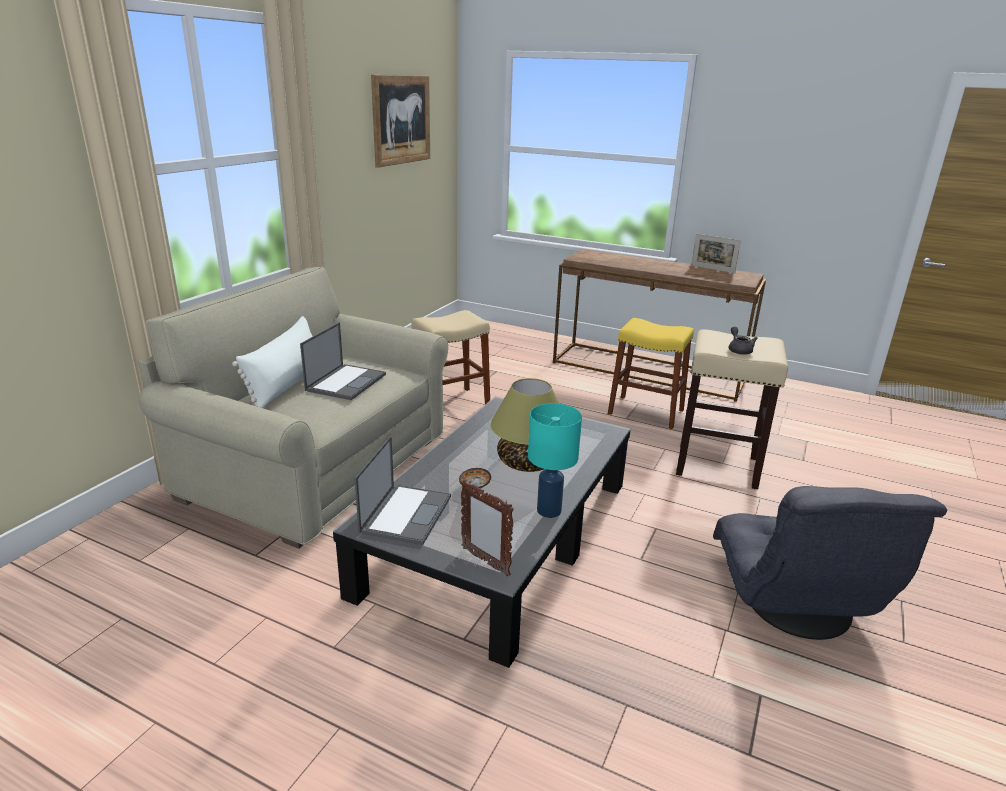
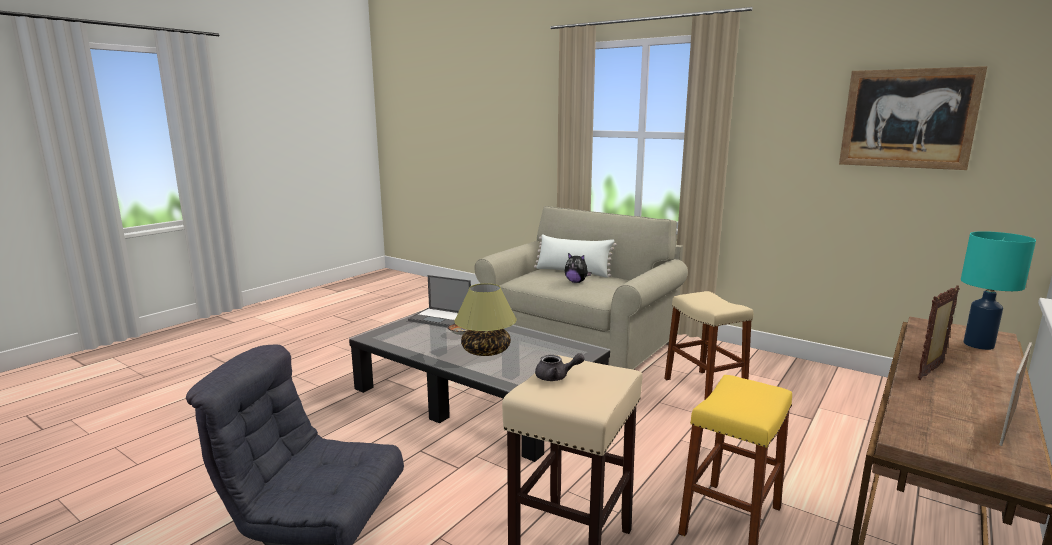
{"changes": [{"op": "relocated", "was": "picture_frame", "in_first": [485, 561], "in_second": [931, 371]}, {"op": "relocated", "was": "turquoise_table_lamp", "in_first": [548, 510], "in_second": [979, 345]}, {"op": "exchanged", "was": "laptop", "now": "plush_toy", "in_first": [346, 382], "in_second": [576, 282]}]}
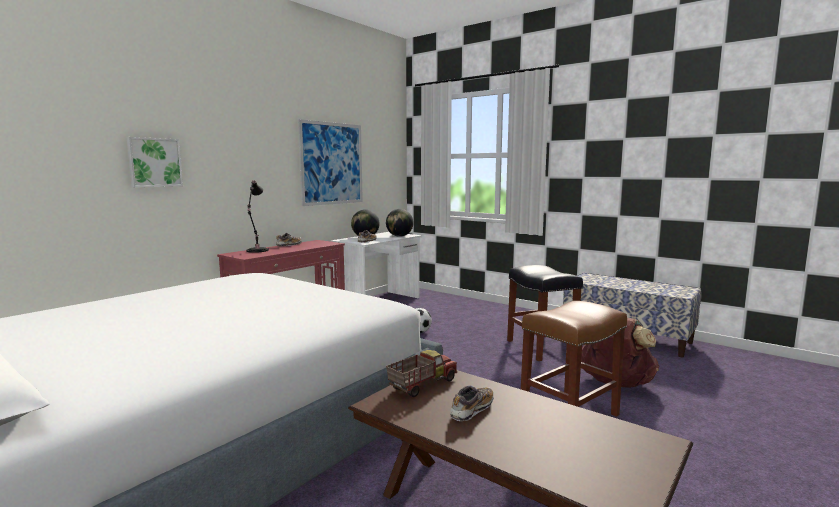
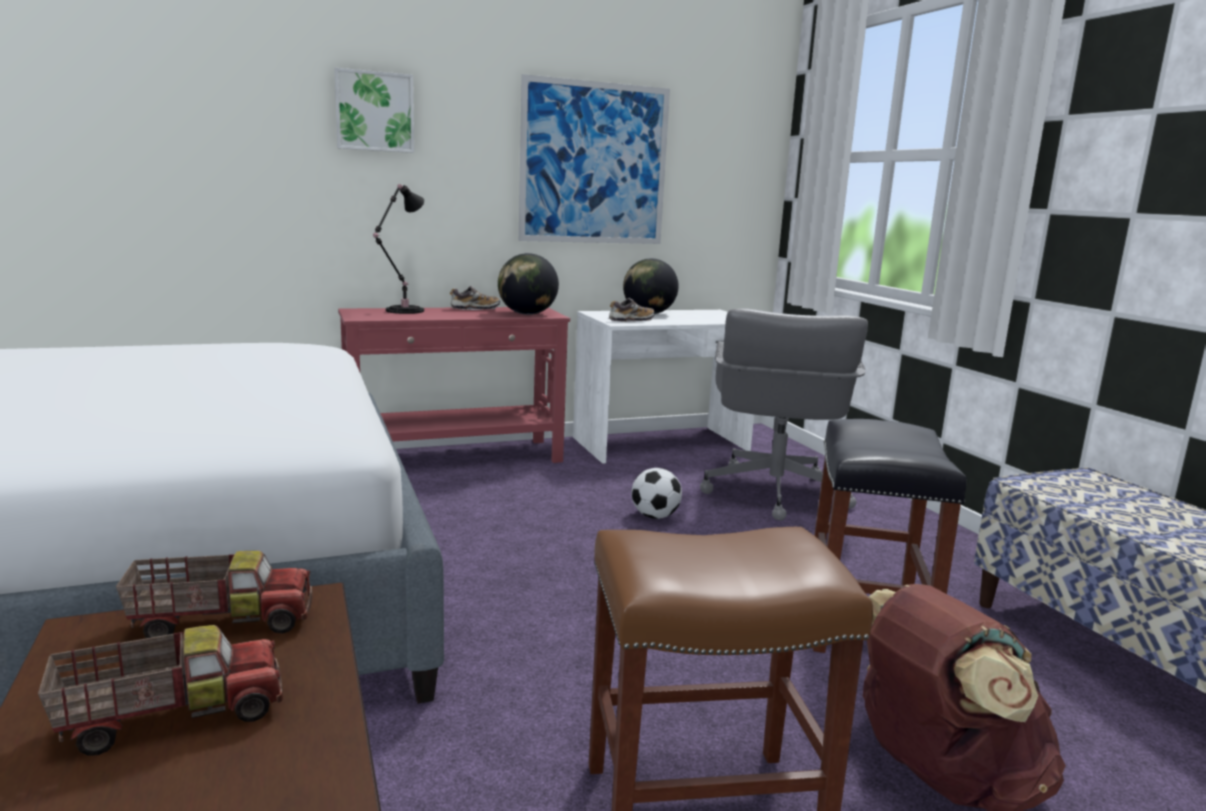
{"changes": [{"op": "appeared", "now": "grey_office_chair", "in_second": [773, 494]}, {"op": "relocated", "was": "picture", "in_first": [154, 162], "in_second": [374, 111]}, {"op": "relocated", "was": "globe", "in_first": [399, 236], "in_second": [527, 314]}, {"op": "exchanged", "was": "shoe", "now": "toy_truck", "in_first": [472, 410], "in_second": [172, 716]}]}
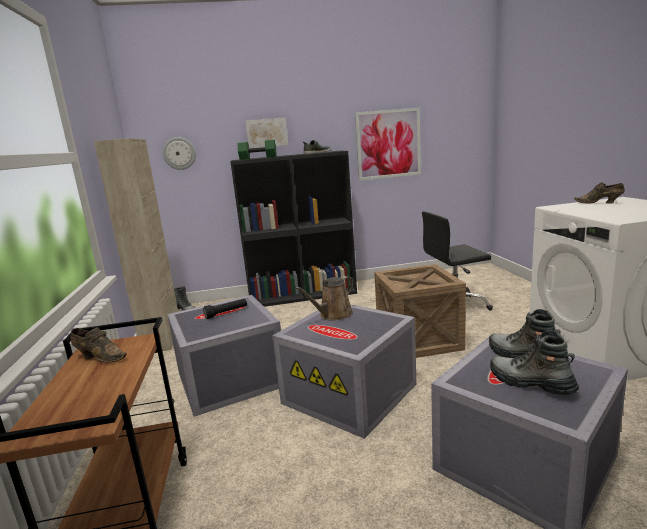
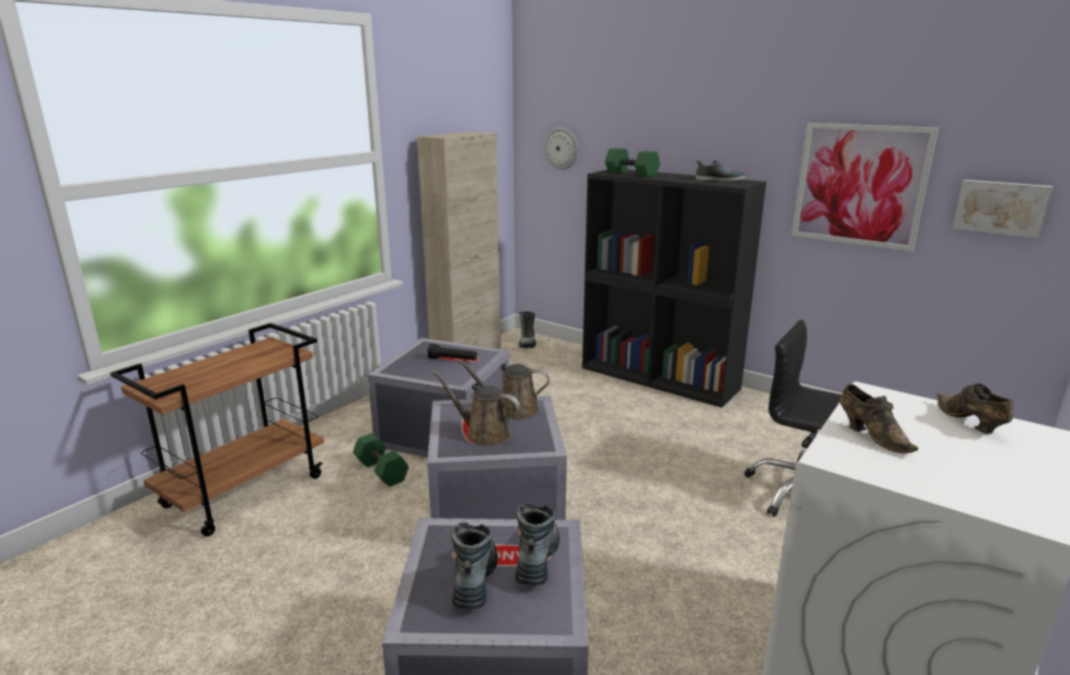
{"changes": [{"op": "missing", "was": "crate", "in_first": [418, 340]}, {"op": "appeared", "now": "green_dumbbell", "in_second": [380, 471]}, {"op": "appeared", "now": "brown_watering_can", "in_second": [484, 433]}, {"op": "relocated", "was": "brown_shoe", "in_first": [100, 357], "in_second": [871, 435]}, {"op": "relocated", "was": "picture", "in_first": [266, 133], "in_second": [1000, 207]}]}
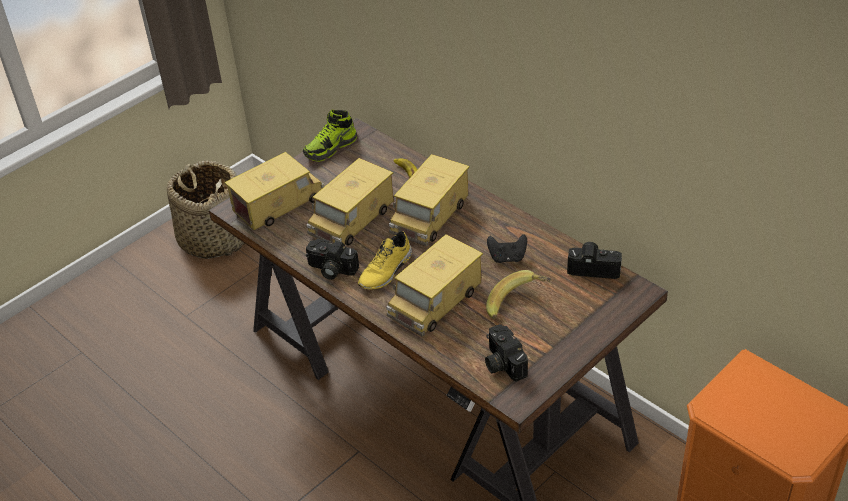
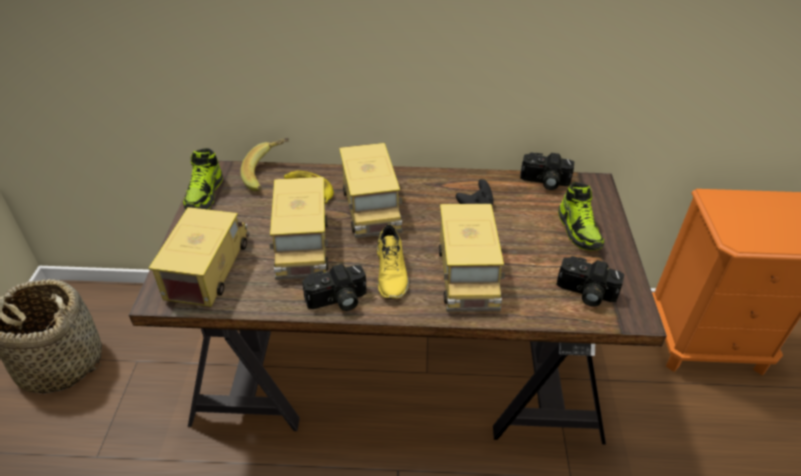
{"changes": [{"op": "appeared", "now": "shoe", "in_second": [579, 230]}, {"op": "relocated", "was": "banana", "in_first": [518, 305], "in_second": [268, 175]}, {"op": "spun", "was": "photo_camera", "in_first": [594, 267], "in_second": [544, 182], "clockwise": -135}]}
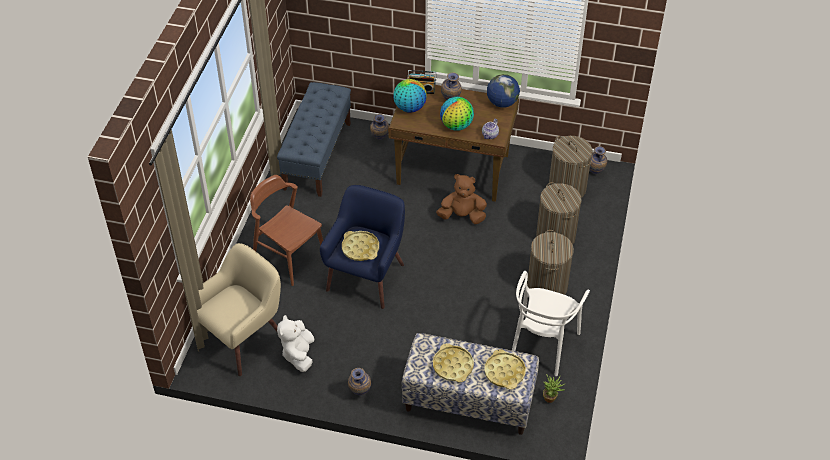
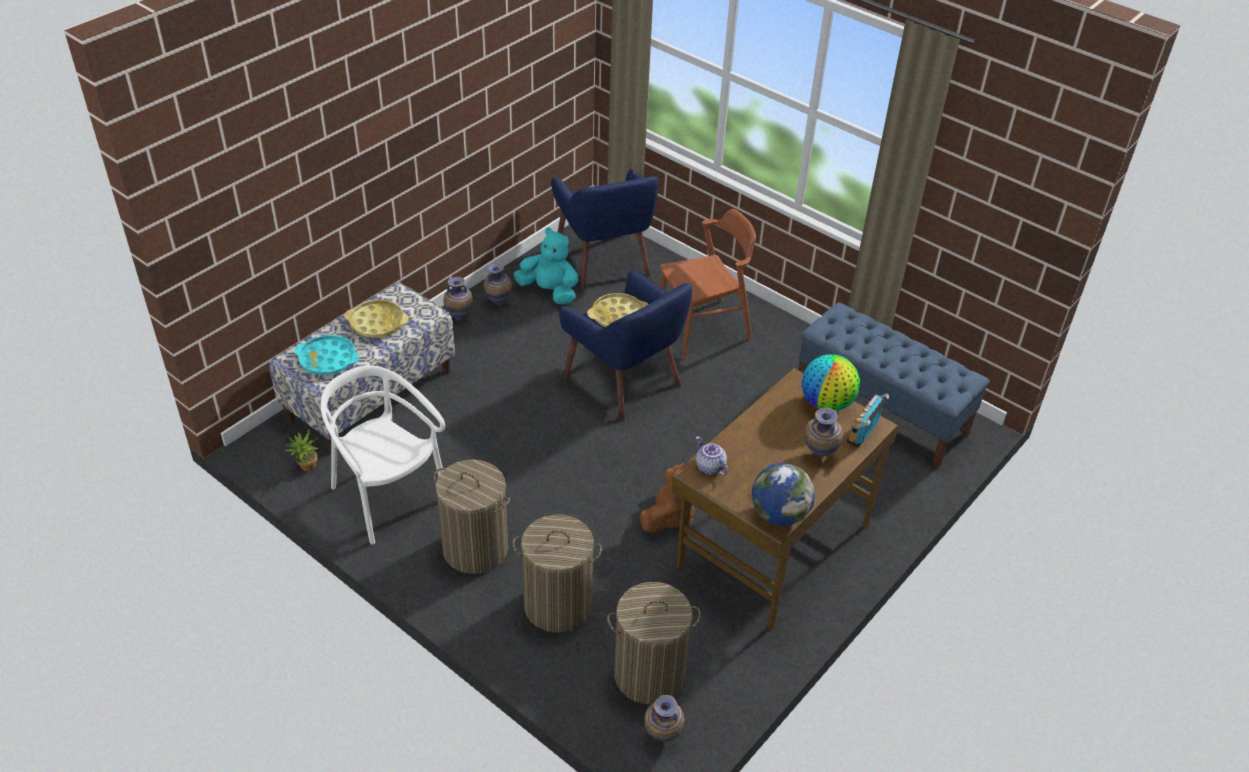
{"changes": [{"op": "missing", "was": "globe", "in_first": [456, 126]}, {"op": "relocated", "was": "vase", "in_first": [379, 139], "in_second": [498, 303]}, {"op": "colour", "was": "beige_armchair", "now": "blue_armchair", "in_first": [243, 338], "in_second": [604, 261]}, {"op": "colour", "was": "white_plush_toy", "now": "turquoise_plush_toy", "in_first": [298, 354], "in_second": [549, 291]}, {"op": "colour", "was": "yellow_tray", "now": "turquoise_tray", "in_first": [504, 372], "in_second": [328, 359]}]}
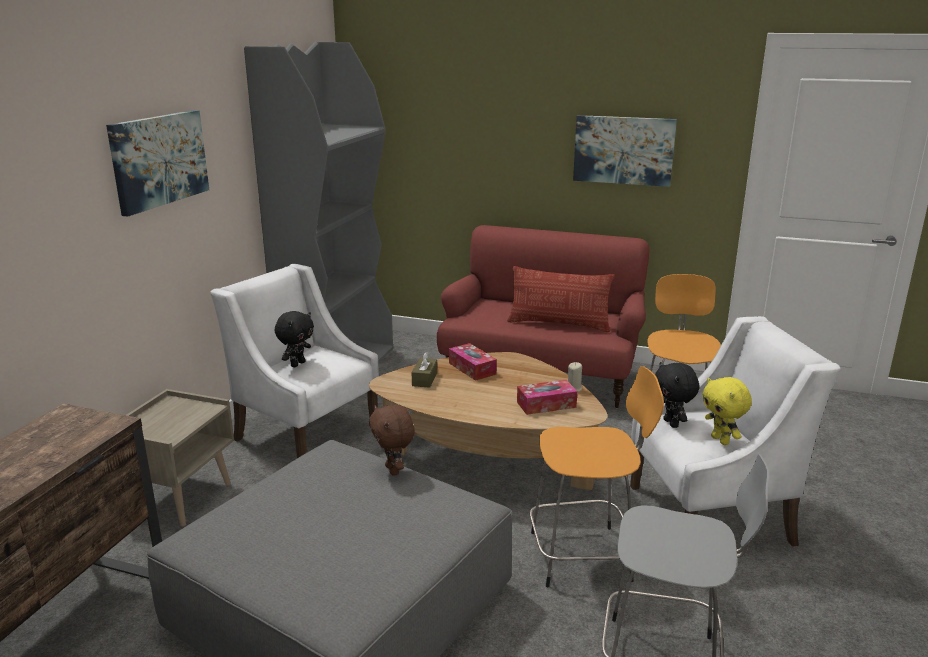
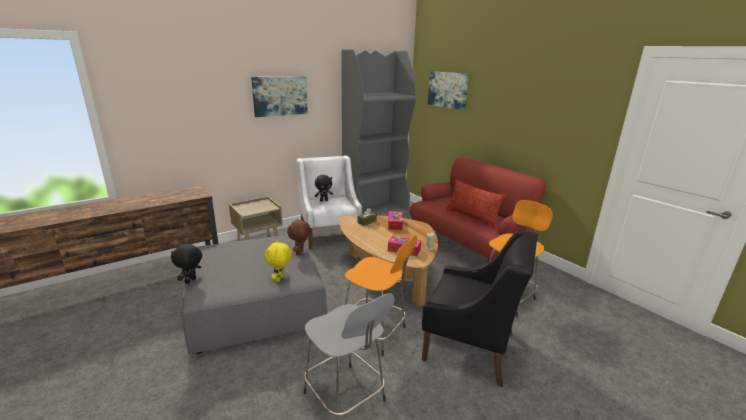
{"changes": [{"op": "relocated", "was": "picture", "in_first": [623, 150], "in_second": [448, 90]}, {"op": "relocated", "was": "black_plush_toy", "in_first": [672, 423], "in_second": [191, 281]}, {"op": "relocated", "was": "yellow_plush_toy", "in_first": [721, 440], "in_second": [280, 279]}, {"op": "colour", "was": "white_armchair", "now": "black_armchair", "in_first": [712, 514], "in_second": [470, 346]}]}
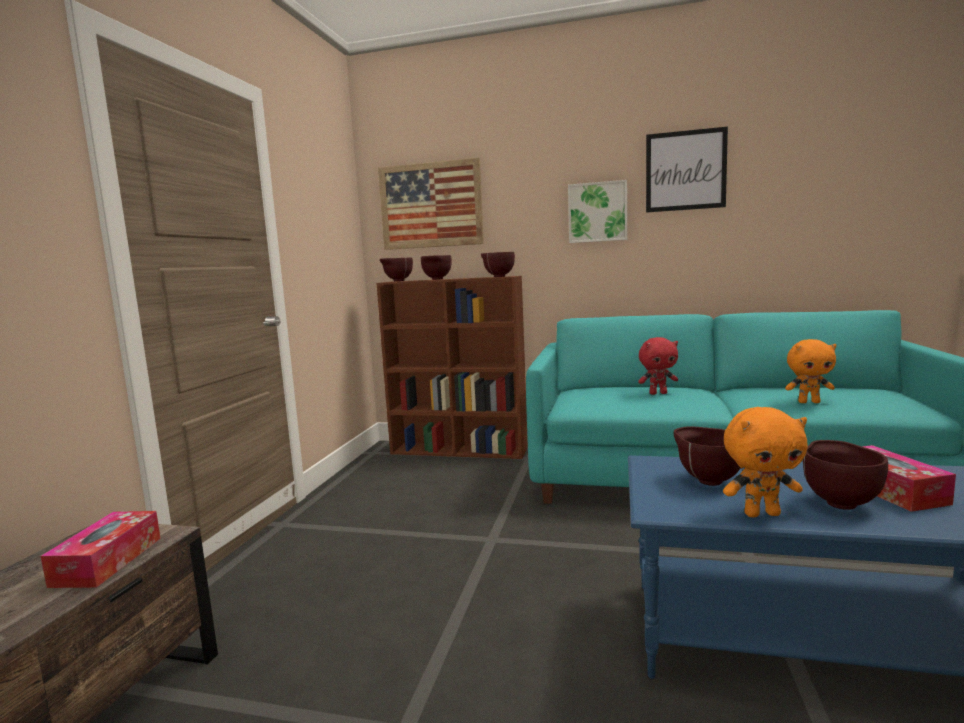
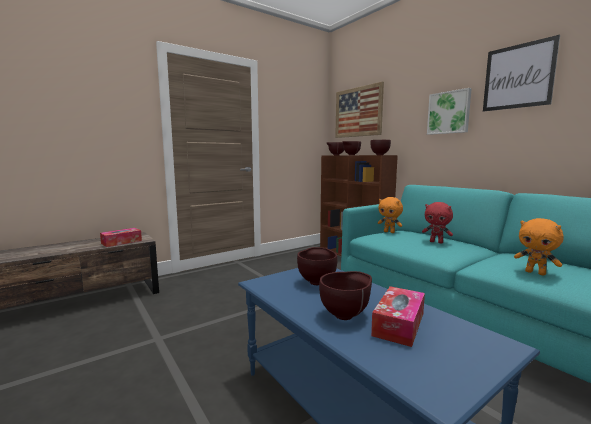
{"changes": [{"op": "relocated", "was": "orange_plush_toy", "in_first": [761, 514], "in_second": [389, 232]}]}
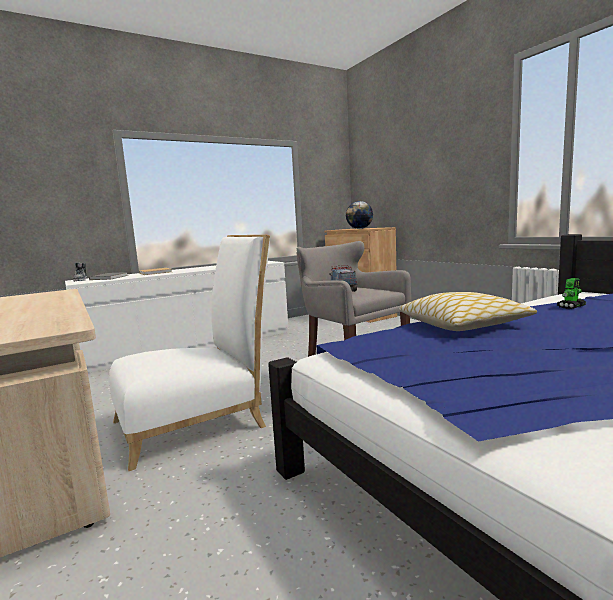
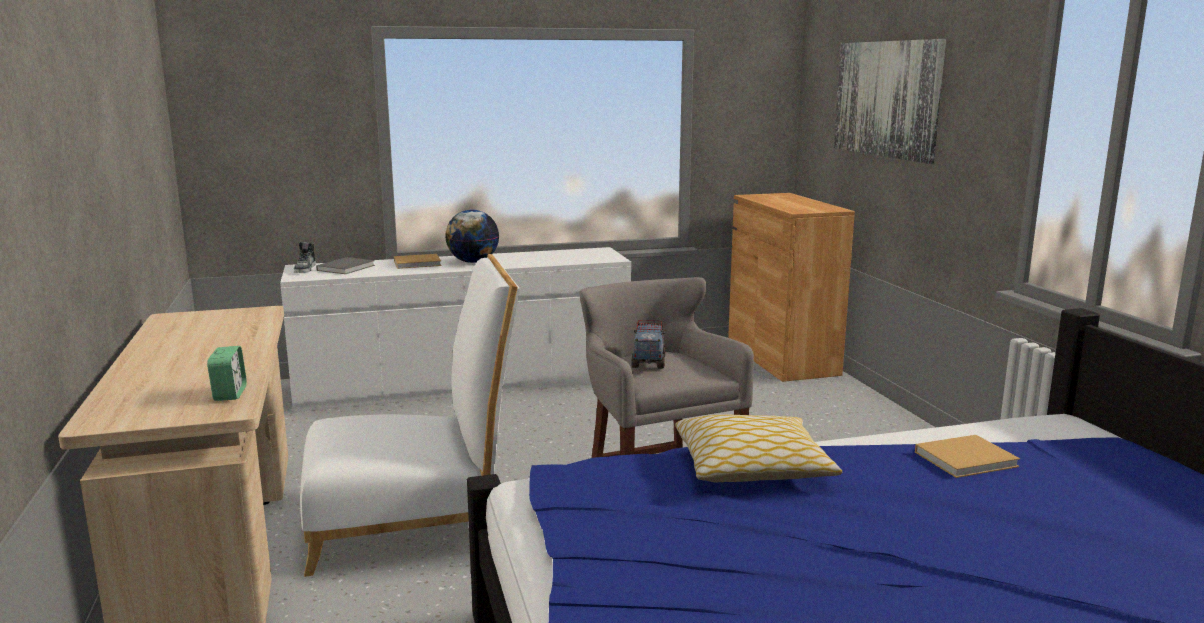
{"changes": [{"op": "appeared", "now": "alarm_clock", "in_second": [229, 394]}, {"op": "appeared", "now": "picture", "in_second": [887, 99]}, {"op": "relocated", "was": "globe", "in_first": [359, 228], "in_second": [473, 262]}, {"op": "exchanged", "was": "toy_robot", "now": "beige_book", "in_first": [571, 307], "in_second": [968, 459]}]}
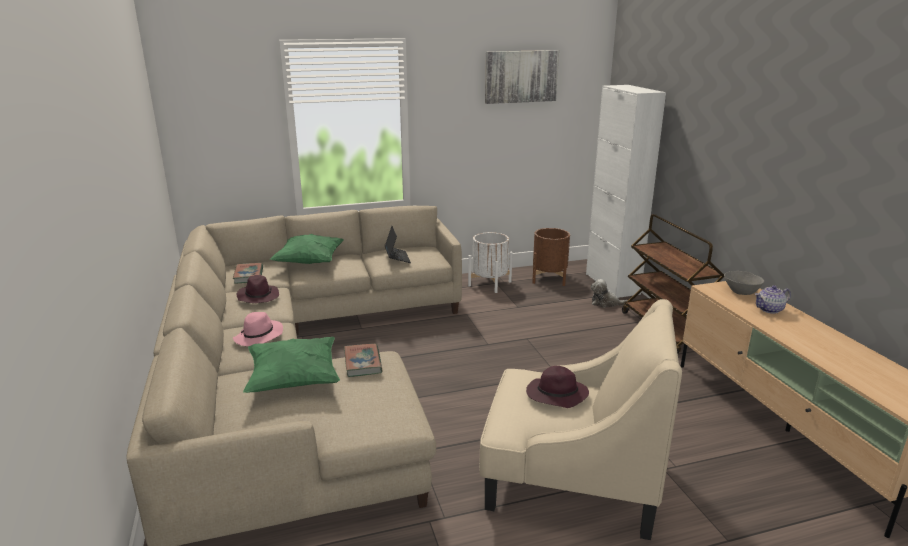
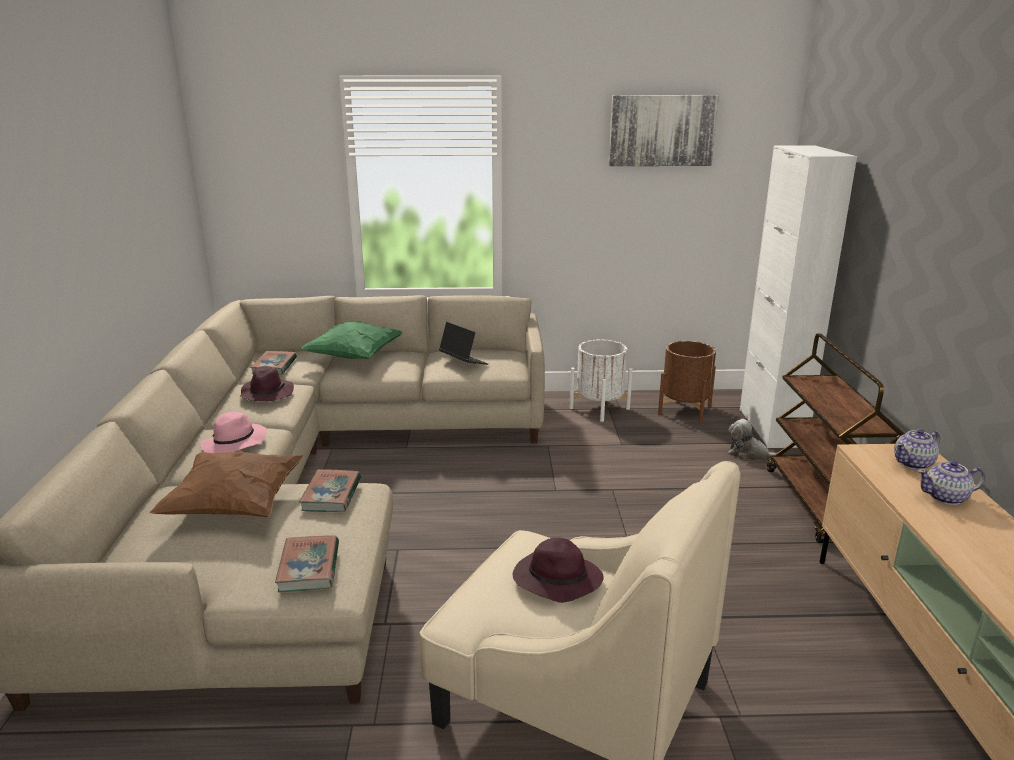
{"changes": [{"op": "appeared", "now": "book", "in_second": [309, 568]}, {"op": "exchanged", "was": "grey_bowl", "now": "teapot", "in_first": [741, 291], "in_second": [914, 463]}, {"op": "colour", "was": "green_pillow", "now": "brown_pillow", "in_first": [294, 381], "in_second": [235, 506]}, {"op": "spun", "was": "laptop", "in_first": [397, 258], "in_second": [463, 362], "clockwise": -45}]}
